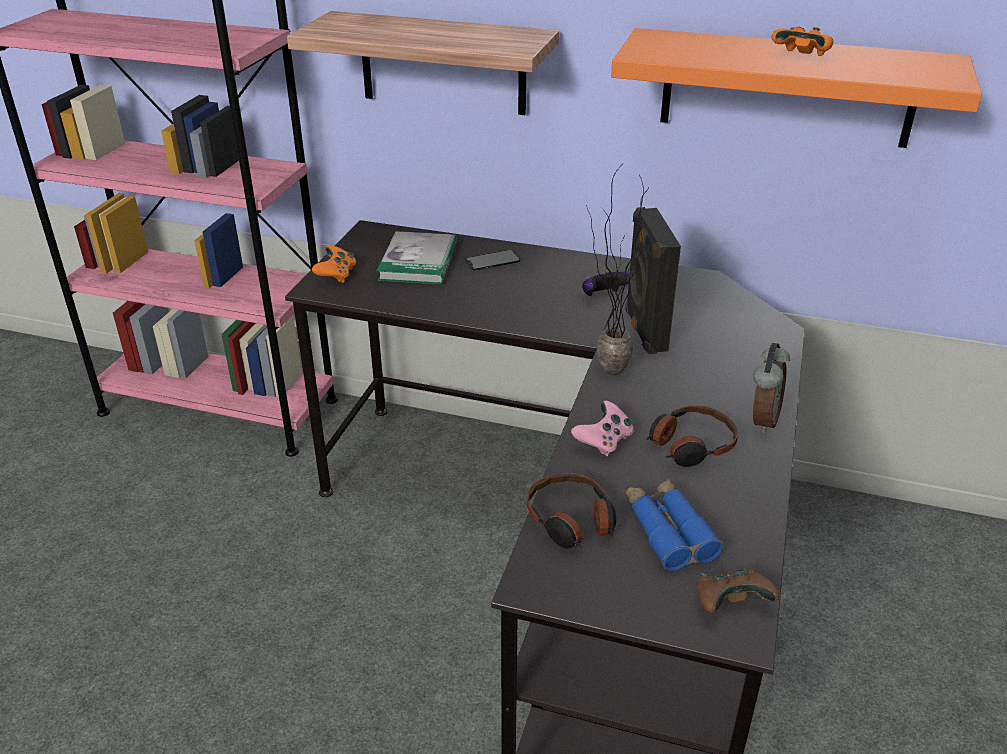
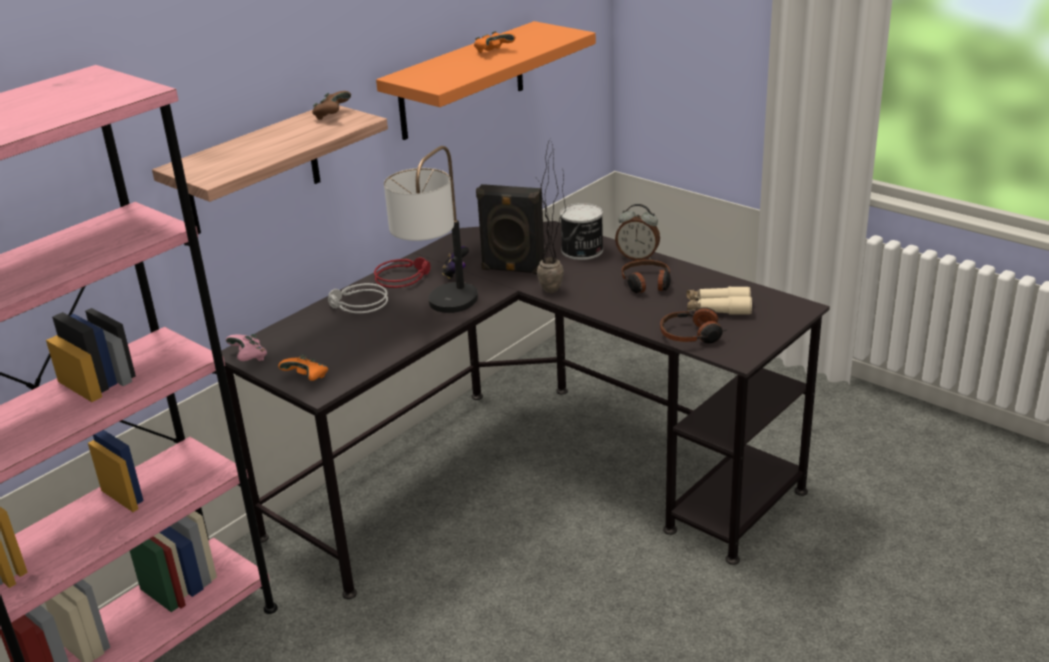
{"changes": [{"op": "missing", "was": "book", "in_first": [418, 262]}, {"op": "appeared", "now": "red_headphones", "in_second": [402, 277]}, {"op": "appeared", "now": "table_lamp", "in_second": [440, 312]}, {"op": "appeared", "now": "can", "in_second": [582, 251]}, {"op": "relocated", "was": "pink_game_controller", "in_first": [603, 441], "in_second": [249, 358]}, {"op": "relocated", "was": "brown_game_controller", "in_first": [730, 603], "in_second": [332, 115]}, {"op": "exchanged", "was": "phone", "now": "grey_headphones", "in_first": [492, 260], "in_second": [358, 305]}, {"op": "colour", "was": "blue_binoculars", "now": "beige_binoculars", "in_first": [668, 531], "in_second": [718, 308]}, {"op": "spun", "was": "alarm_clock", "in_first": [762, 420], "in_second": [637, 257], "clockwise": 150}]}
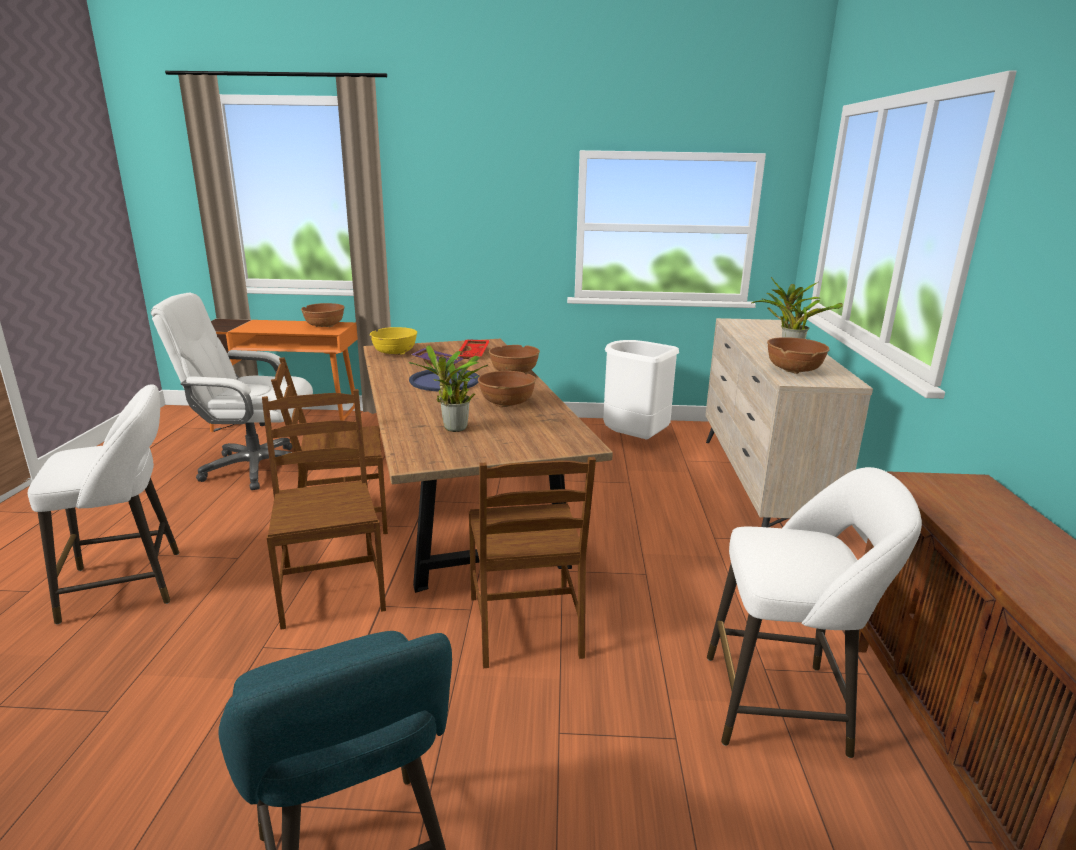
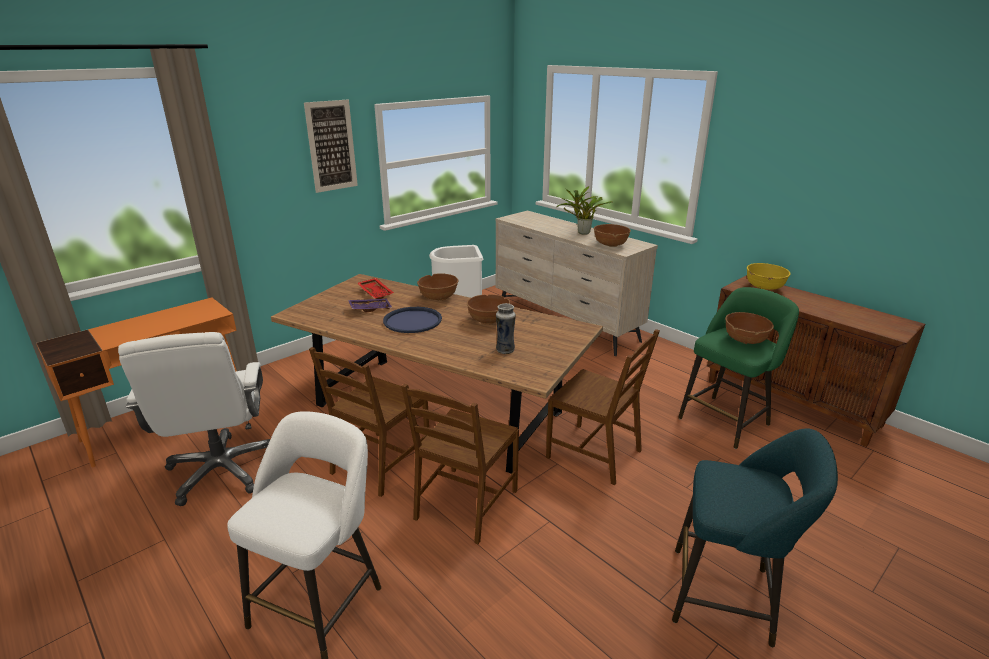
{"changes": [{"op": "appeared", "now": "picture", "in_second": [331, 146]}, {"op": "relocated", "was": "brown_bowl", "in_first": [324, 326], "in_second": [745, 340]}, {"op": "relocated", "was": "yellow_bowl", "in_first": [394, 353], "in_second": [764, 287]}, {"op": "exchanged", "was": "potted_plant", "now": "vase", "in_first": [453, 430], "in_second": [505, 350]}, {"op": "colour", "was": "white_stool", "now": "green_stool", "in_first": [783, 705], "in_second": [726, 420]}, {"op": "spun", "was": "white_office_chair", "in_first": [255, 468], "in_second": [222, 470], "clockwise": -60}, {"op": "spun", "was": "brown_chair", "in_first": [331, 588], "in_second": [465, 504], "clockwise": -90}]}
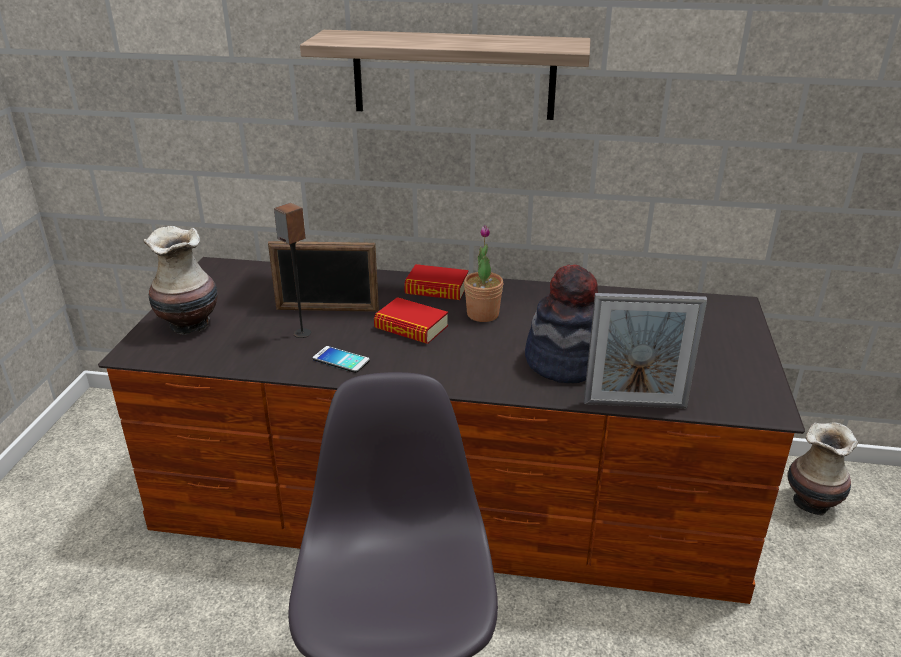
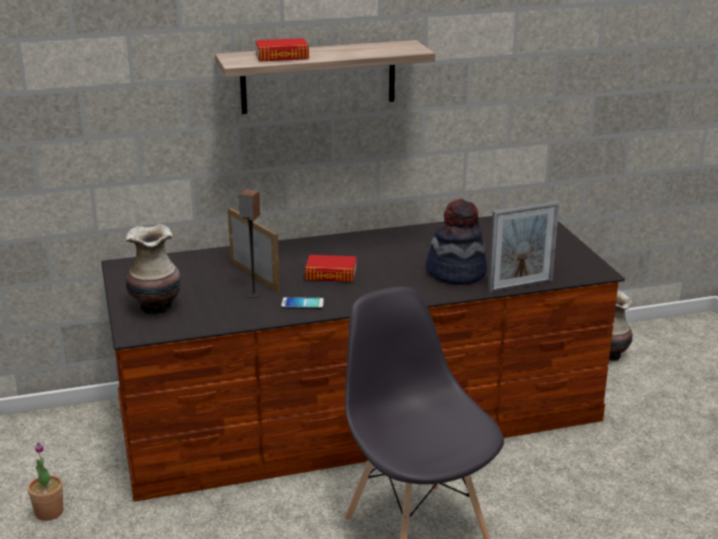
{"changes": [{"op": "relocated", "was": "book", "in_first": [436, 289], "in_second": [282, 56]}, {"op": "relocated", "was": "potted_plant", "in_first": [482, 314], "in_second": [49, 512]}, {"op": "spun", "was": "picture_frame", "in_first": [327, 310], "in_second": [255, 276], "clockwise": -105}]}
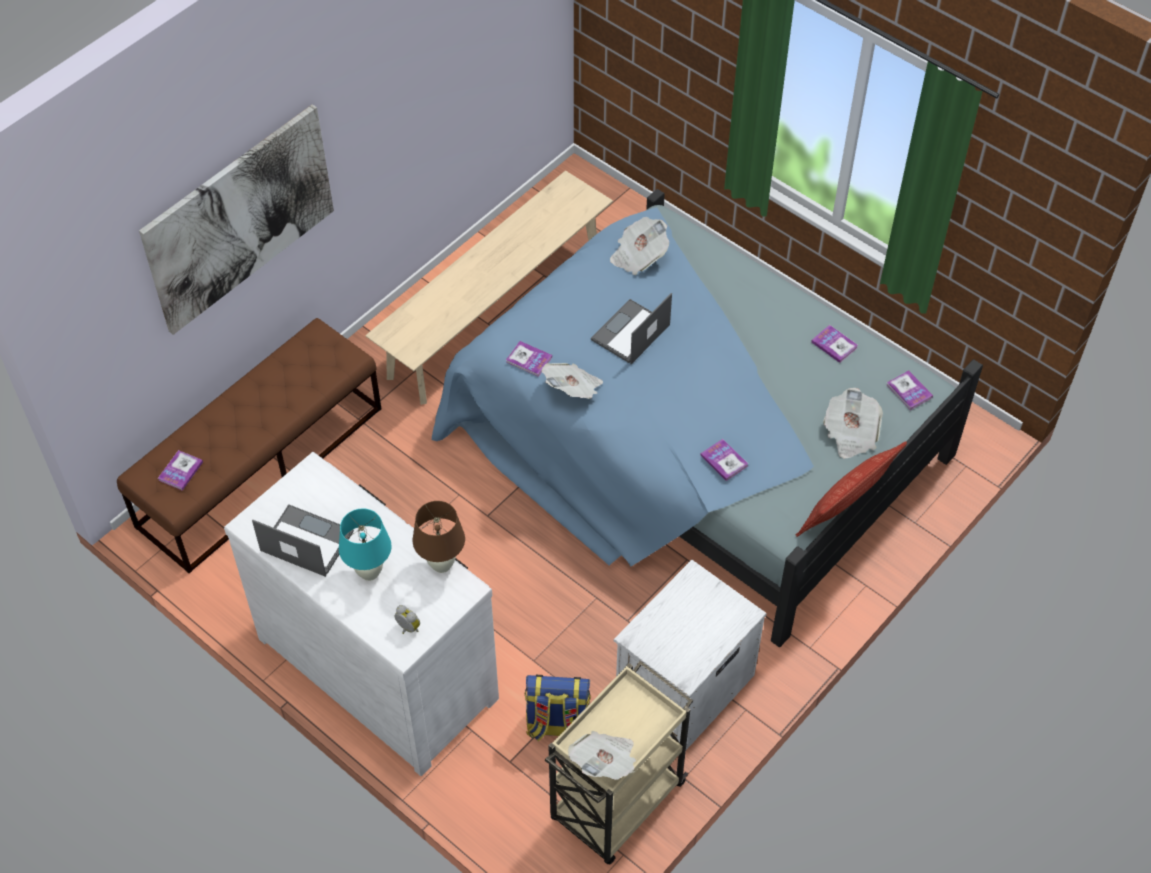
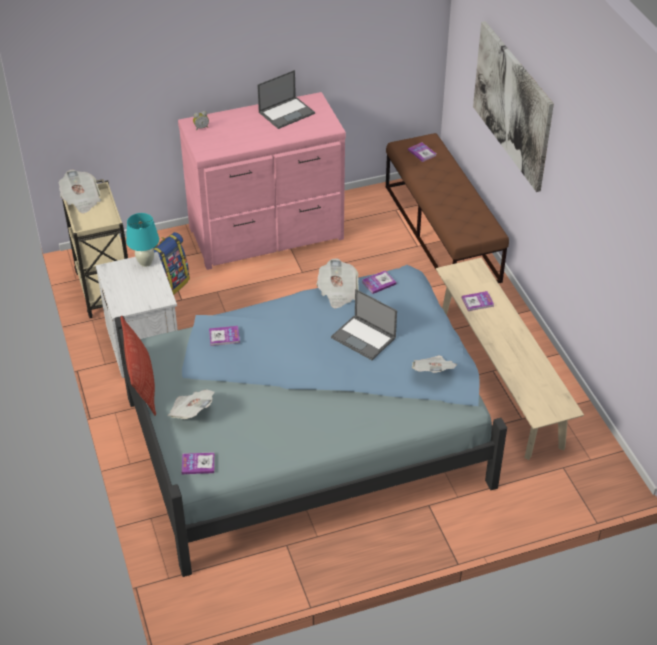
{"changes": [{"op": "missing", "was": "brown_table_lamp", "in_first": [441, 565]}, {"op": "relocated", "was": "turquoise_table_lamp", "in_first": [369, 572], "in_second": [145, 263]}, {"op": "relocated", "was": "book", "in_first": [834, 344], "in_second": [477, 302]}, {"op": "colour", "was": "white_dresser", "now": "pink_dresser", "in_first": [380, 664], "in_second": [267, 234]}, {"op": "spun", "was": "laptop", "in_first": [630, 333], "in_second": [364, 338], "clockwise": 150}]}
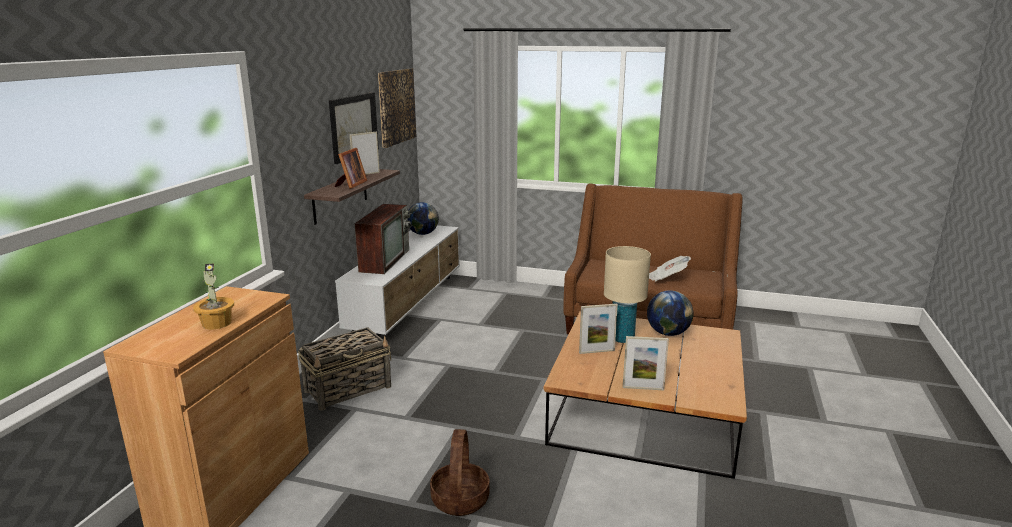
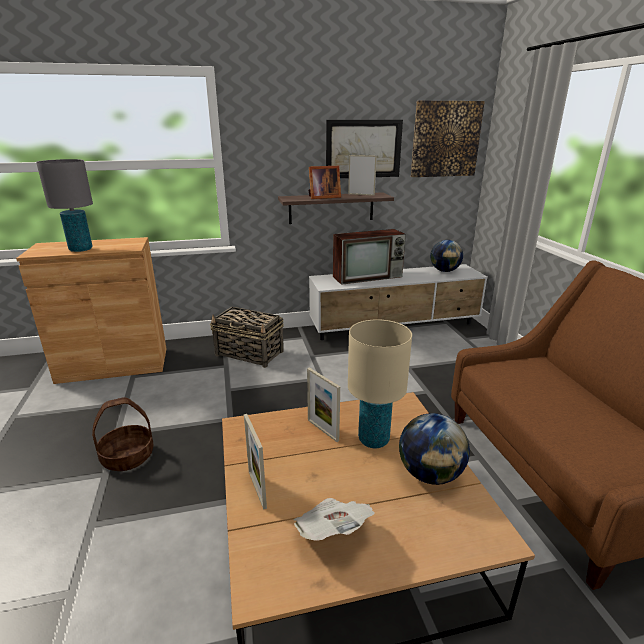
{"changes": [{"op": "relocated", "was": "newspaper", "in_first": [666, 279], "in_second": [332, 531]}, {"op": "exchanged", "was": "potted_plant", "now": "grey_table_lamp", "in_first": [217, 323], "in_second": [81, 249]}]}
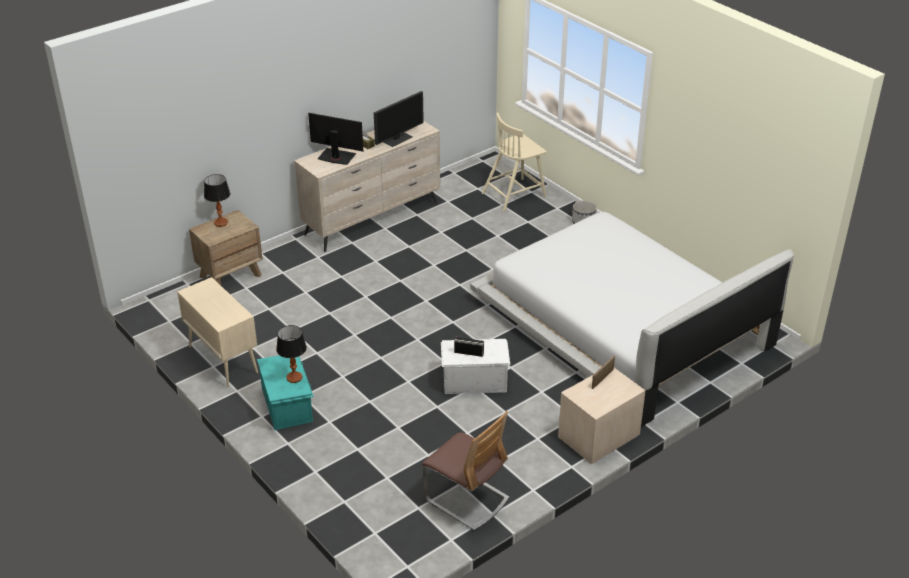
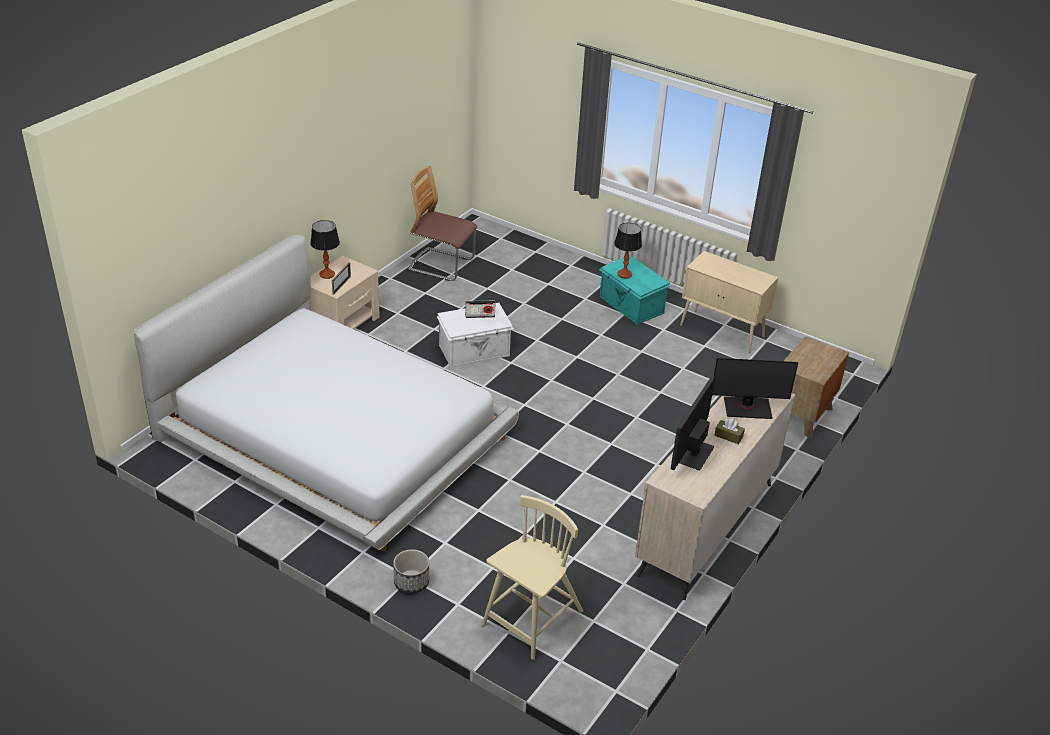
{"changes": [{"op": "relocated", "was": "table_lamp", "in_first": [220, 223], "in_second": [327, 274]}]}
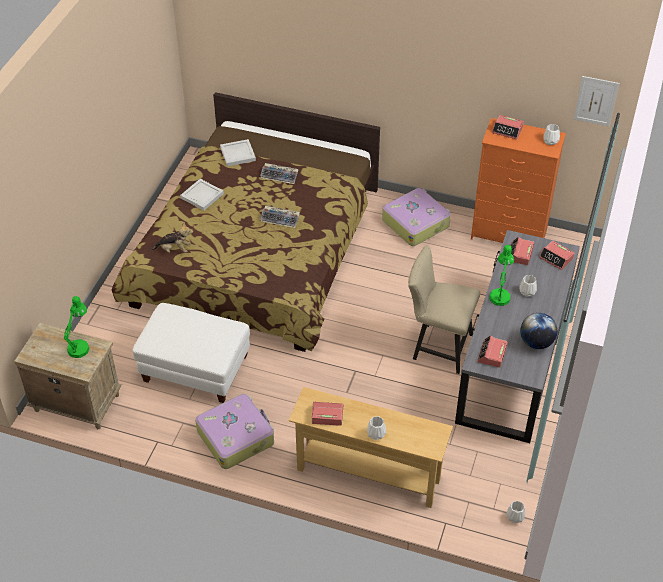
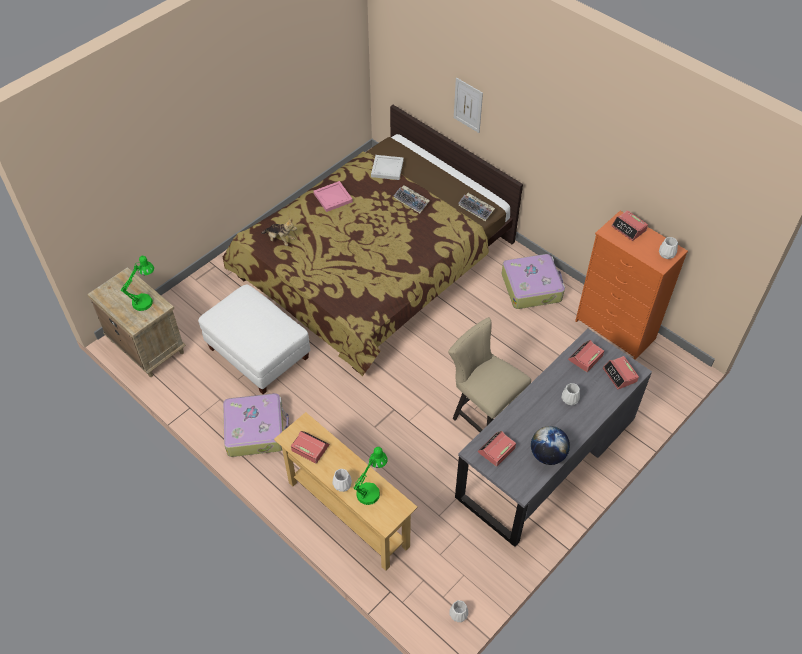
{"changes": [{"op": "relocated", "was": "keyboard", "in_first": [280, 219], "in_second": [476, 209]}, {"op": "relocated", "was": "green_table_lamp", "in_first": [500, 294], "in_second": [371, 490]}, {"op": "relocated", "was": "picture", "in_first": [596, 101], "in_second": [468, 105]}, {"op": "colour", "was": "white_tray", "now": "pink_tray", "in_first": [201, 196], "in_second": [332, 197]}]}
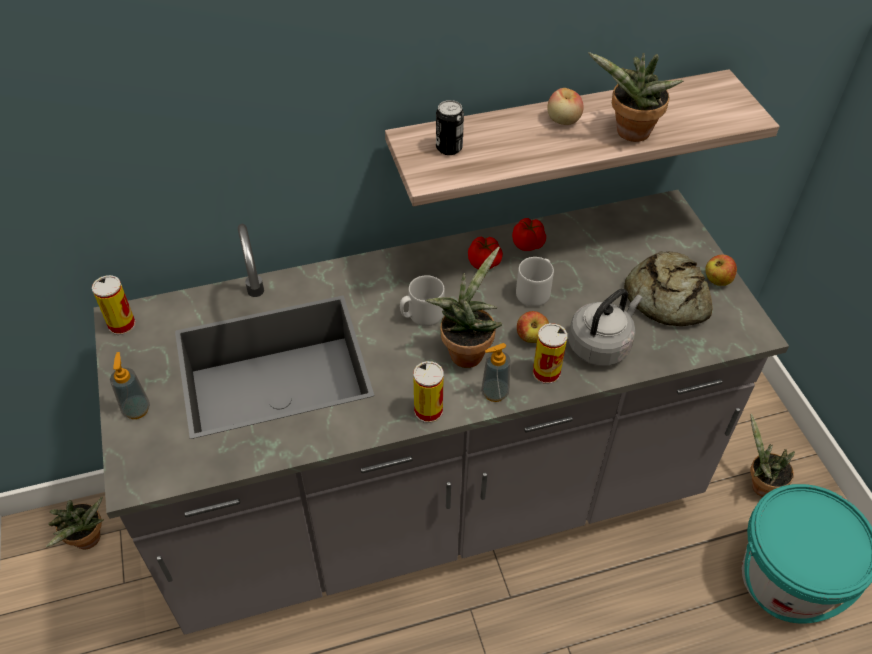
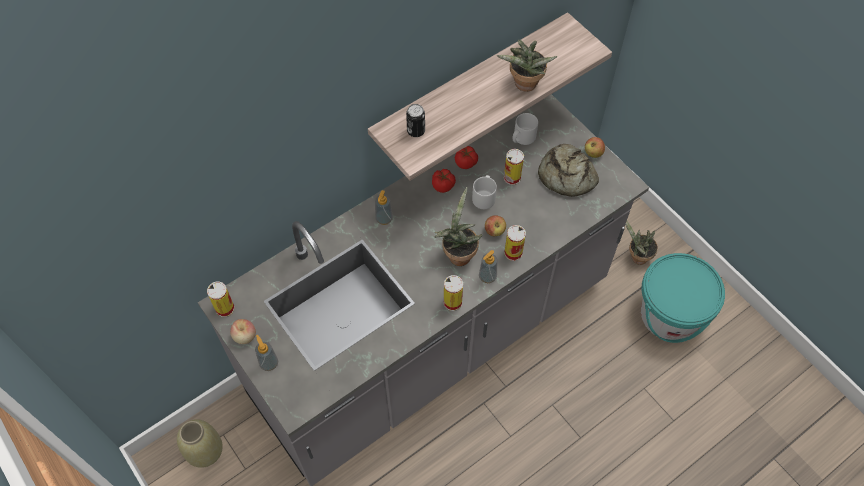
{"changes": [{"op": "missing", "was": "grey_kettle", "in_first": [601, 345]}, {"op": "appeared", "now": "soap_dispenser", "in_second": [384, 219]}, {"op": "appeared", "now": "can", "in_second": [512, 177]}, {"op": "relocated", "was": "grey_mug", "in_first": [421, 315], "in_second": [522, 138]}, {"op": "relocated", "was": "apple", "in_first": [563, 120], "in_second": [245, 336]}, {"op": "exchanged", "was": "potted_plant", "now": "beige_vase", "in_first": [88, 542], "in_second": [205, 450]}]}
